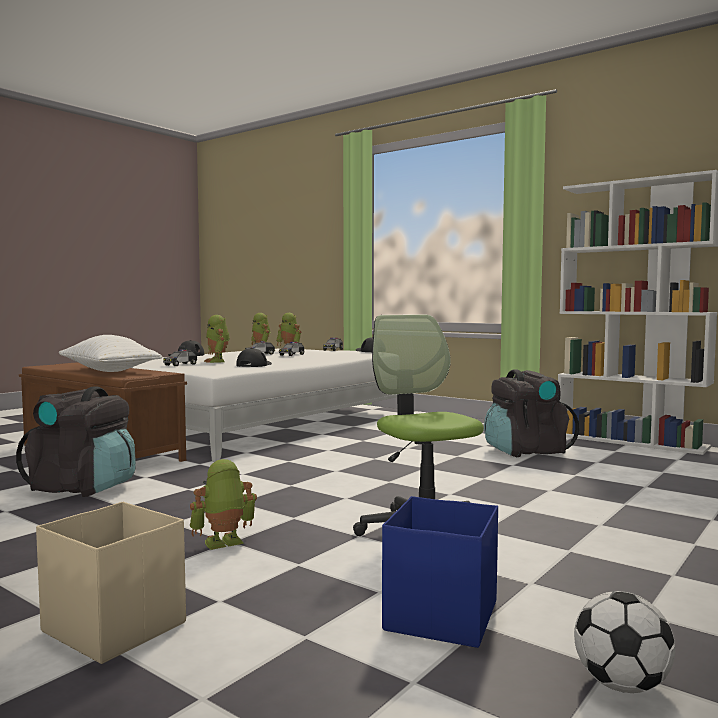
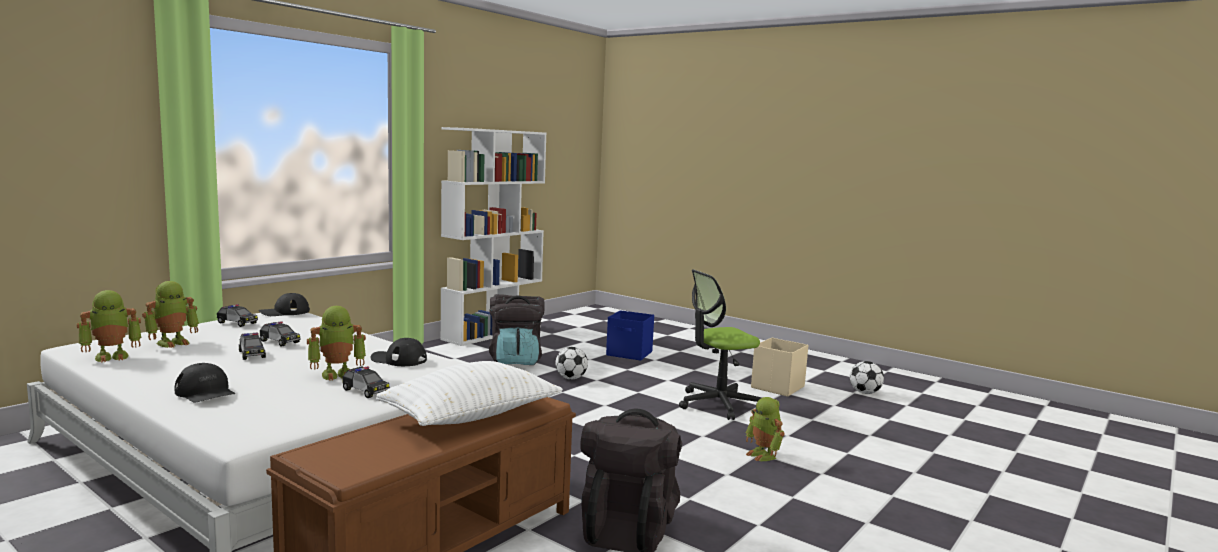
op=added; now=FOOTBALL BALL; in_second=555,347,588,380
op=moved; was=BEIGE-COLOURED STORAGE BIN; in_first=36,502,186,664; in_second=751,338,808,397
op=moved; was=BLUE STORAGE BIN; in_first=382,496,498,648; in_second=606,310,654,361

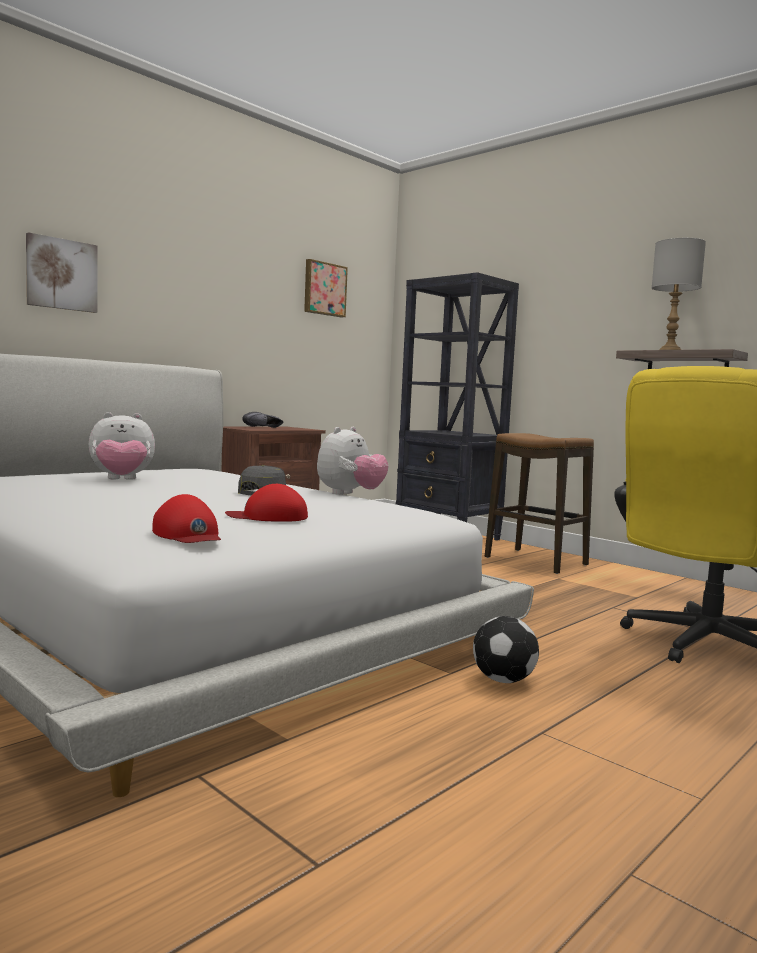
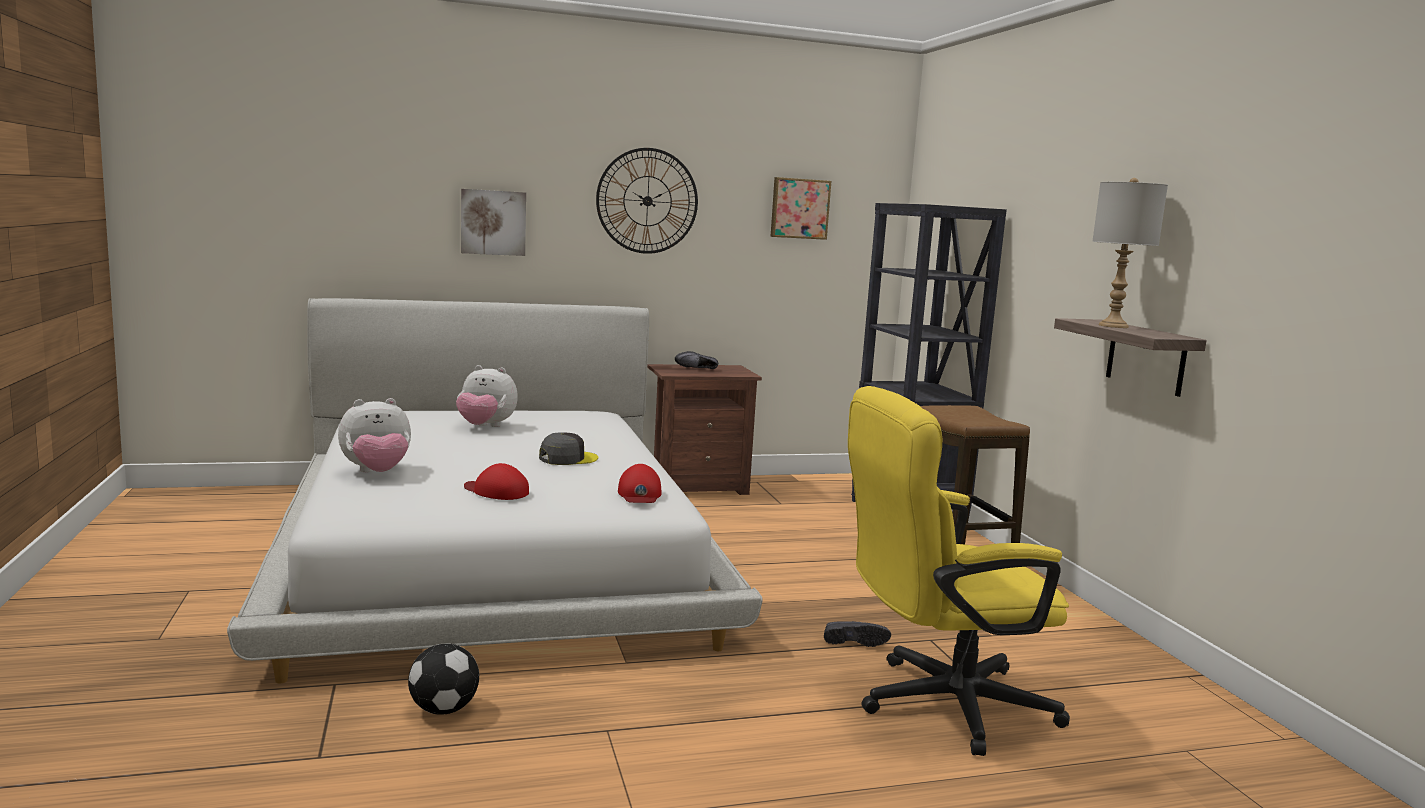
op=added; now=WALL CLOCK; in_second=596,148,698,254
op=added; now=BLACKISH ITEM OF FOOTWEAR; in_second=824,621,891,647
op=moved; was=RED PEAKED CAP; in_first=152,494,221,543; in_second=618,464,662,503
op=moved; was=SOFT TOY; in_first=317,427,389,495; in_second=338,398,411,472
op=moved; was=FOOTBALL BALL; in_first=473,616,539,683; in_second=408,643,479,715

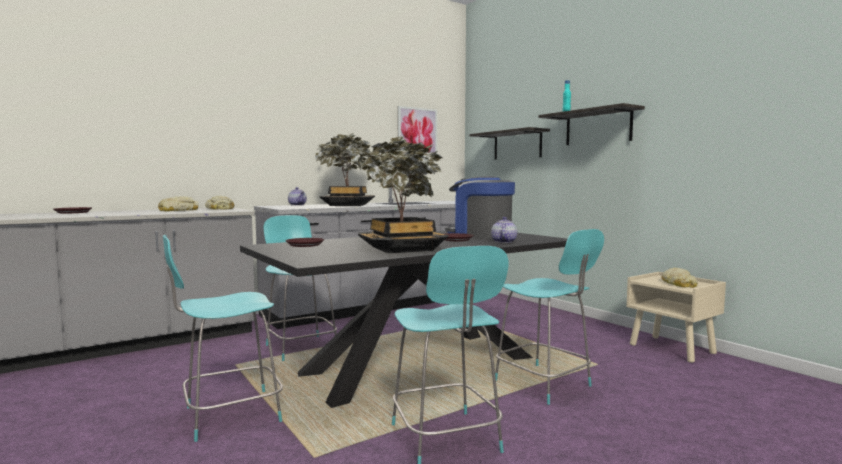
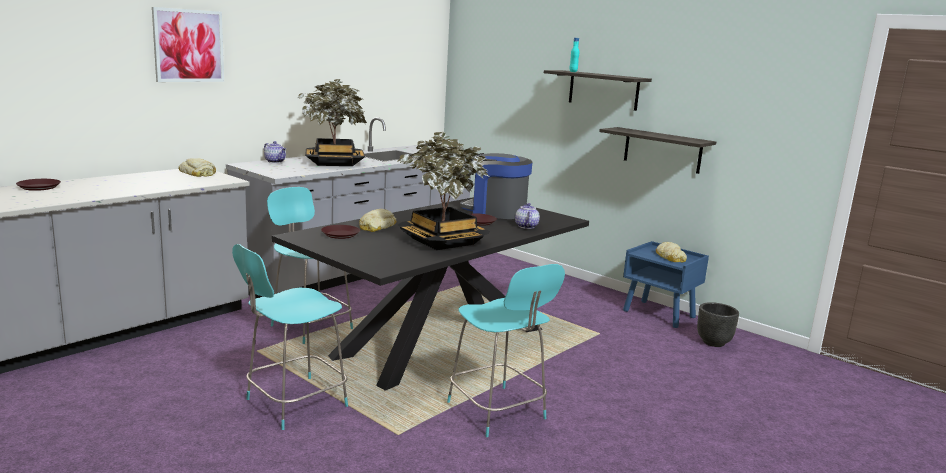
op=removed; was=TURQUOISE UPRIGHT CHAIR; in_first=495,229,604,405
op=added; now=BLACKISH PLANTER; in_second=697,302,739,347
op=moved; was=BREAD; in_first=158,196,198,211; in_second=359,209,396,232
op=moved; was=WALL ART; in_first=398,106,437,154; in_second=152,7,224,82
op=moved; was=SHELF; in_first=470,127,550,160; in_second=599,127,716,174
op=recoloured; was=BEIGE-COLOURED BEDSIDE TABLE; now=BLUE BEDSIDE TABLE; in_first=626,272,726,363; in_second=623,241,709,328

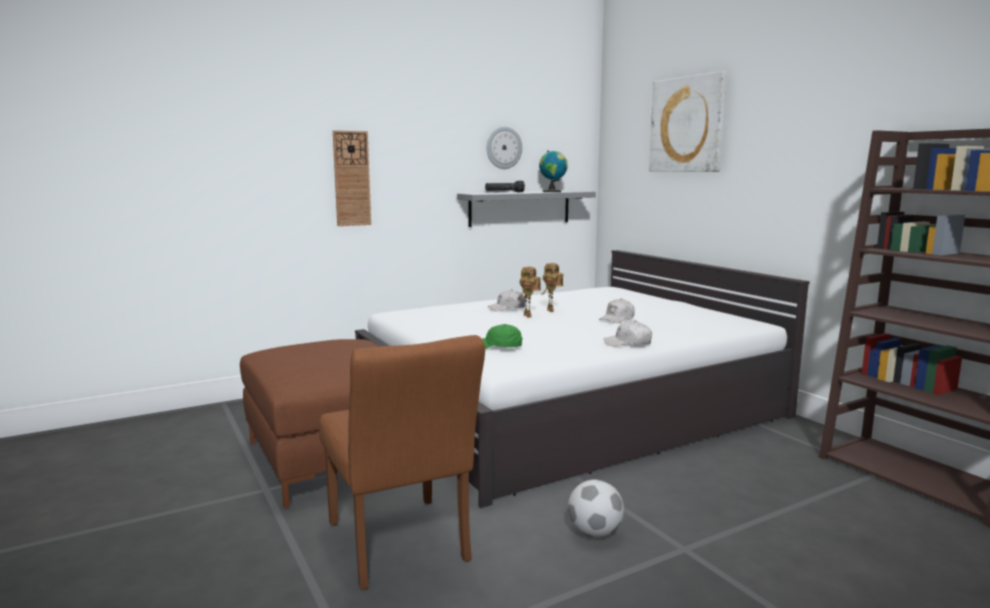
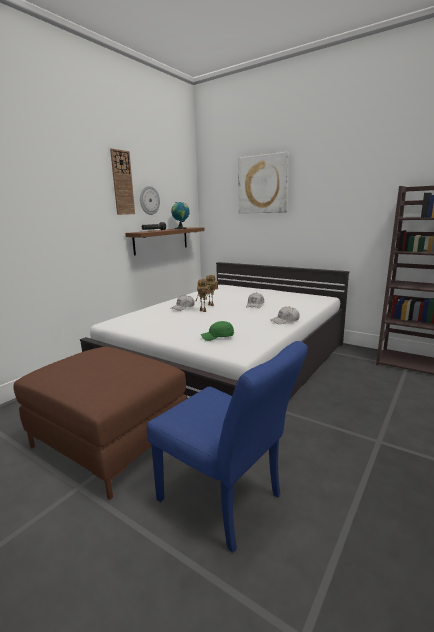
op=removed; was=FOOTBALL BALL; in_first=568,480,624,538
op=moved; was=WALL CLOCK; in_first=333,130,371,226; in_second=110,148,135,215
op=recoloured; was=BROWN UPRIGHT CHAIR; now=BLUE UPRIGHT CHAIR; in_first=319,335,485,590; in_second=147,341,308,553
op=recoloured; was=GRAY SHELF; now=BROWN SHELF; in_first=457,191,596,227; in_second=125,227,205,255

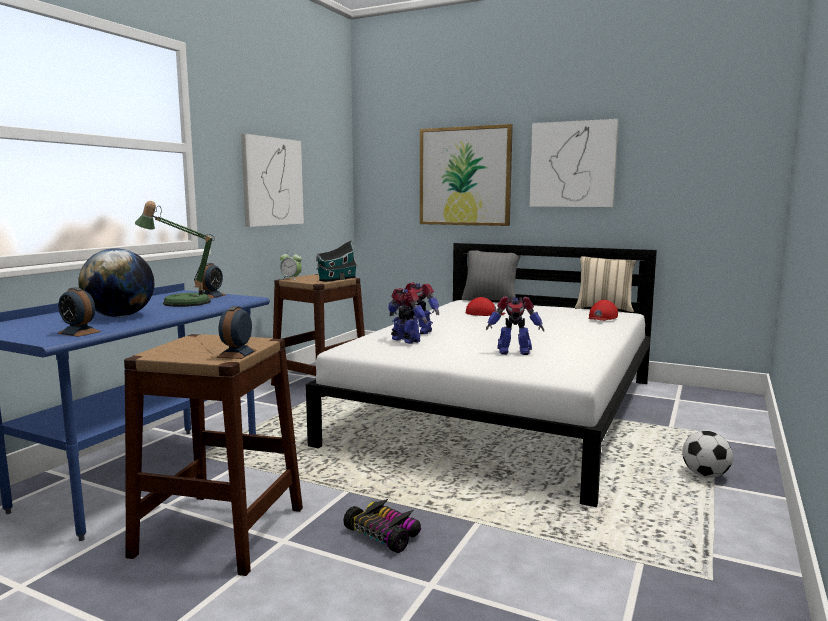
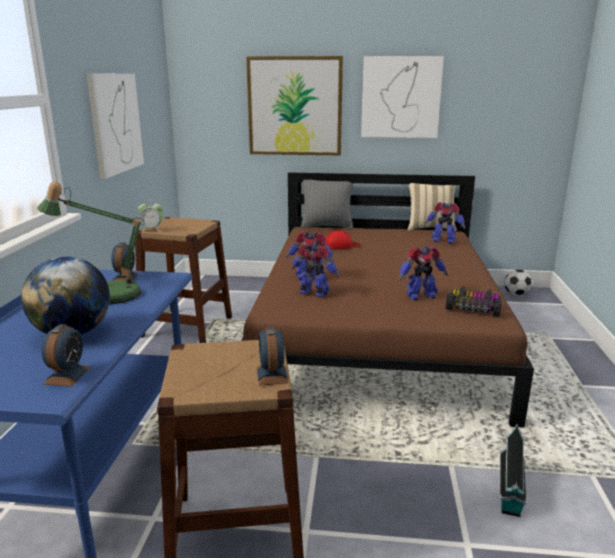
op=moved; was=MINIATURE HOUSE; in_first=316,241,358,282; in_second=500,424,527,517
op=moved; was=MINIATURE CAR; in_first=343,499,421,553; in_second=446,286,502,317
op=moved; was=FOOTBALL BALL; in_first=682,431,733,478; in_second=504,270,533,296
op=replaced; was=RED PEAKED CAP; now=MODEL ROBOT; in_first=588,300,618,321; in_second=425,202,465,244
op=recoloured; was=WHITISH SLEEPING BED; now=BROWN SLEEPING BED; in_first=306,243,657,507; in_second=241,172,534,428
op=turned; was=TABLE CLOCK; in_first=57,287,101,337; in_second=41,324,91,387; clockwise=-90

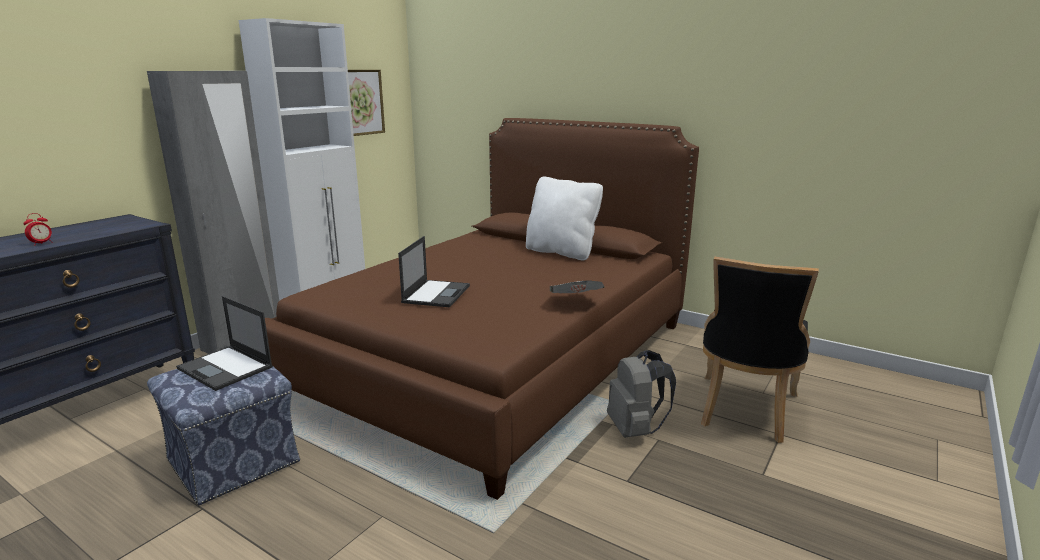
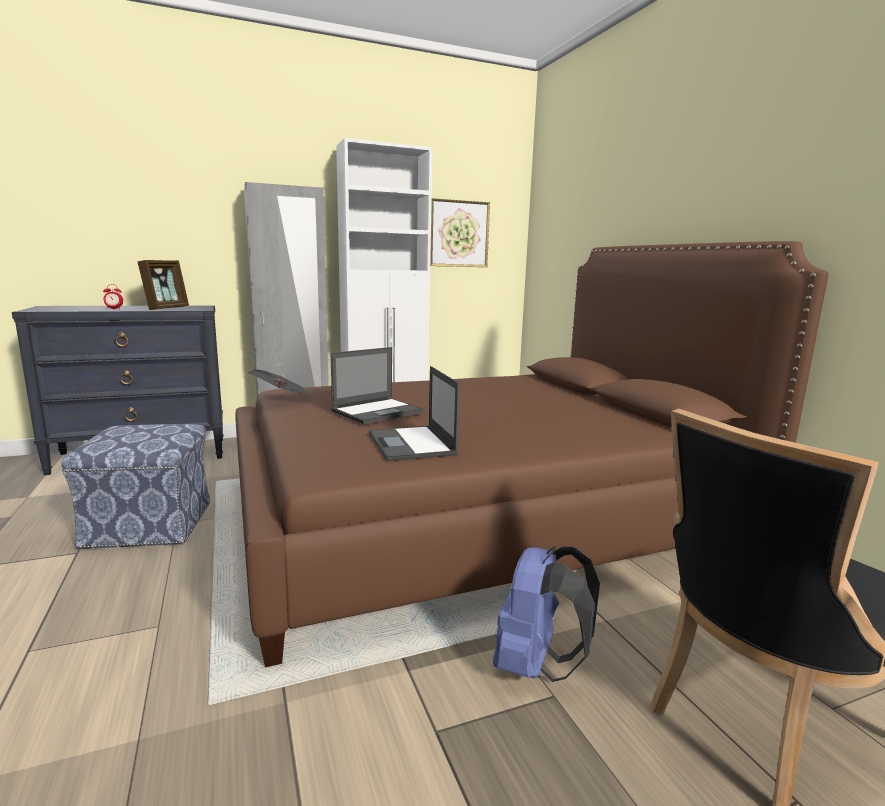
op=removed; was=WHITISH CUSHION; in_first=526,177,603,260
op=added; now=STANDING FRAME; in_second=138,260,189,310
op=moved; was=LAPTOP; in_first=176,296,273,391; in_second=369,366,460,462
op=moved; was=DAILY PAPER; in_first=549,280,604,293; in_second=247,370,313,395
op=recoloured; was=GRAY RUCKSACK; now=BLUE RUCKSACK; in_first=607,350,676,438; in_second=493,546,600,682

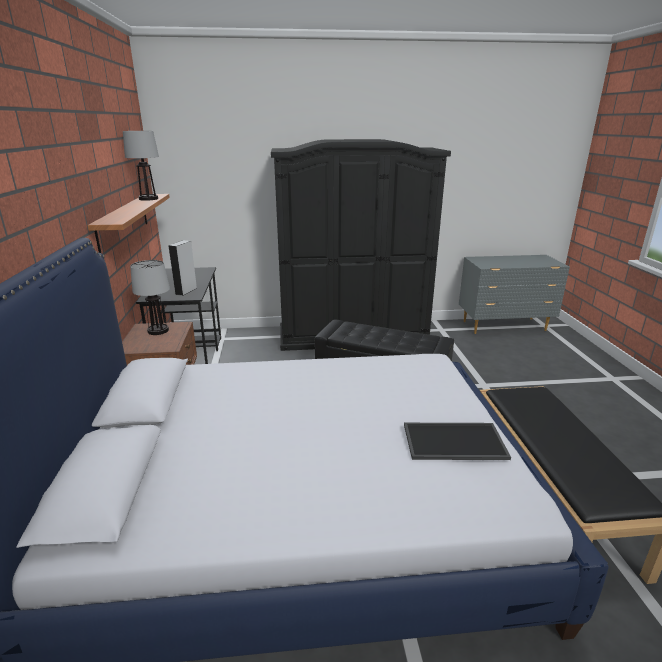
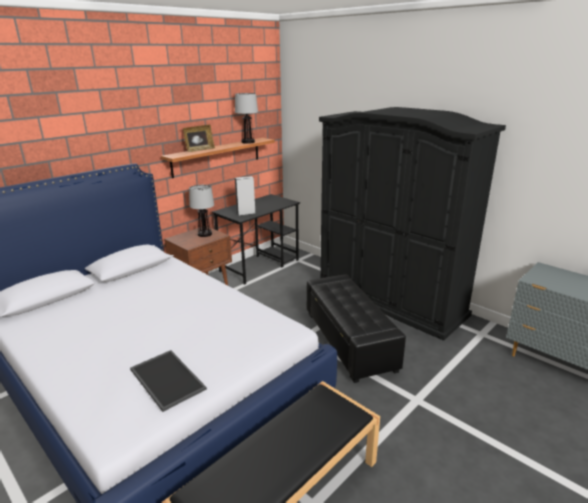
op=added; now=STANDING FRAME; in_second=183,125,215,152

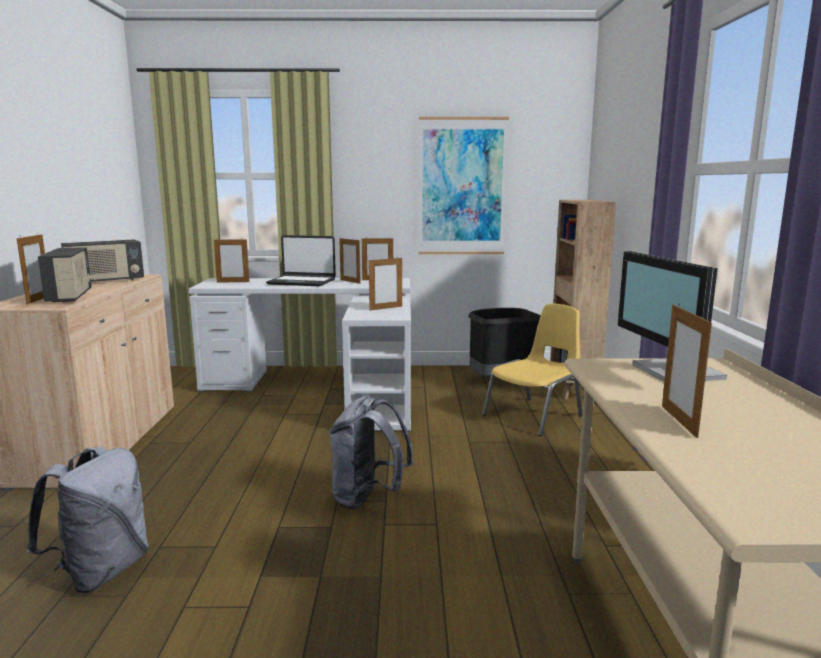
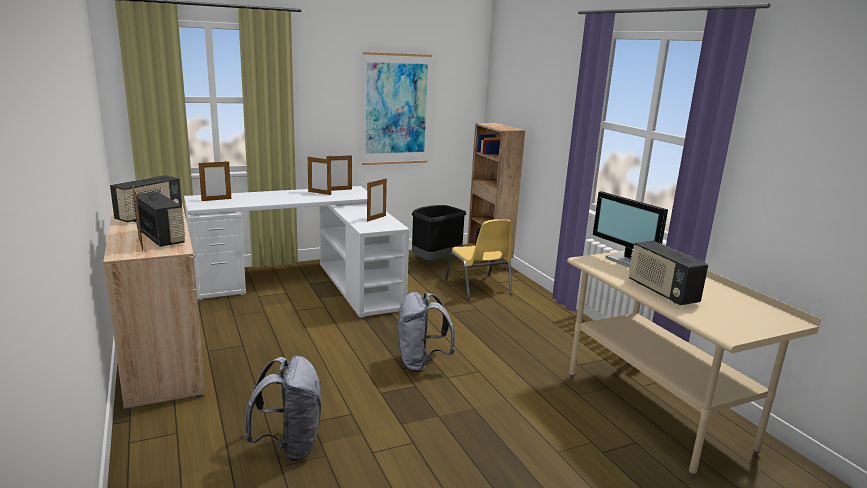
op=removed; was=LAPTOP; in_first=266,235,336,286
op=replaced; was=STANDING FRAME; now=RADIO SET; in_first=662,303,712,438; in_second=629,241,708,305
op=turned; was=YELLOWISH UPRIGHT CHAIR; in_first=482,303,582,436; in_second=445,219,512,299; clockwise=135

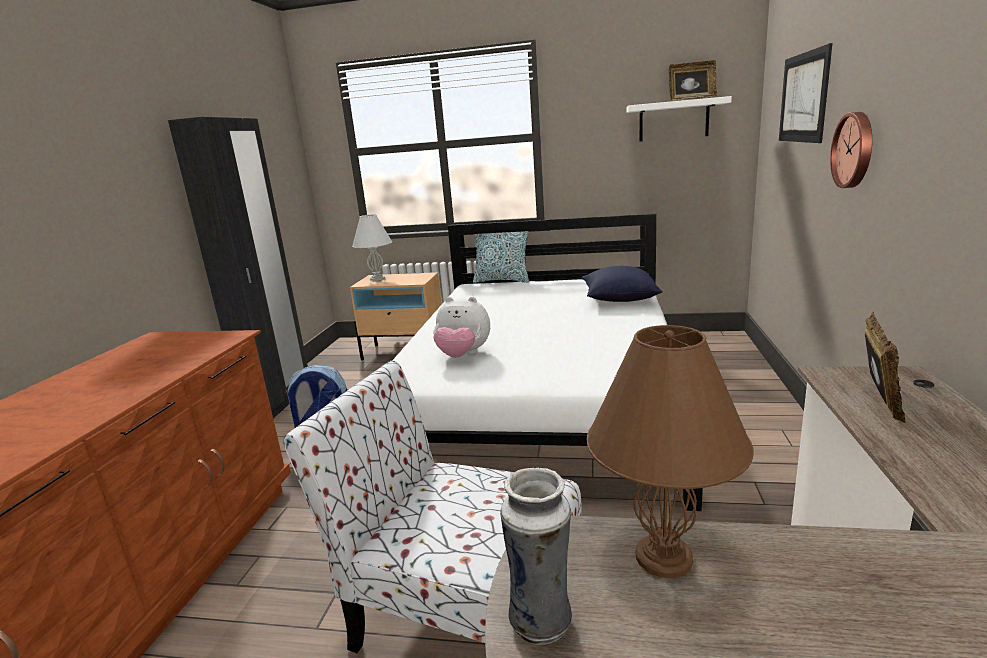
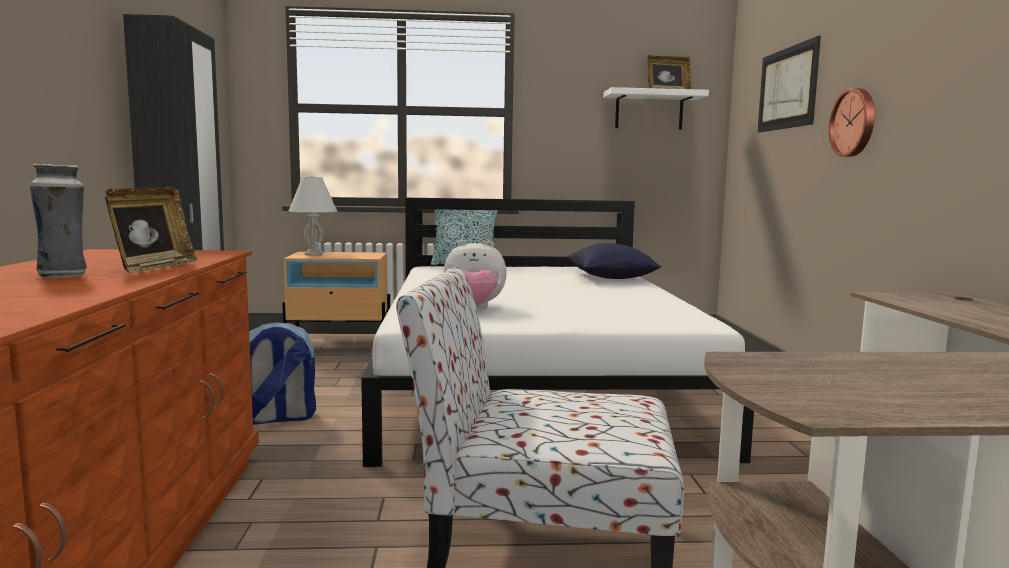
op=removed; was=BROWN TABLETOP LAMP; in_first=587,325,754,578
op=moved; was=DECORATIVE VASE; in_first=500,468,572,645; in_second=30,164,87,278
op=moved; was=STANDING FRAME; in_first=865,312,906,423; in_second=105,187,198,273

